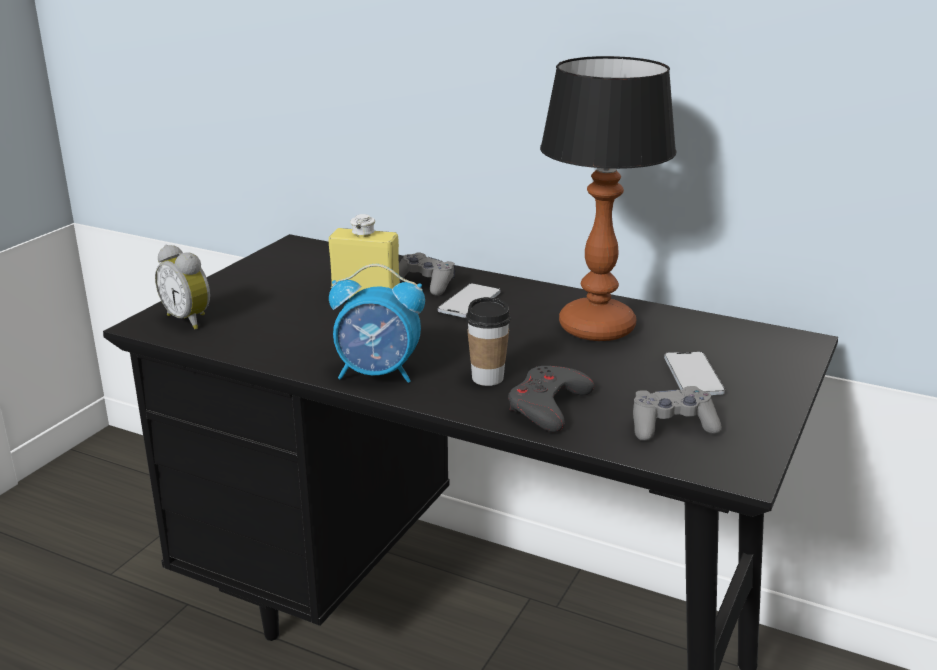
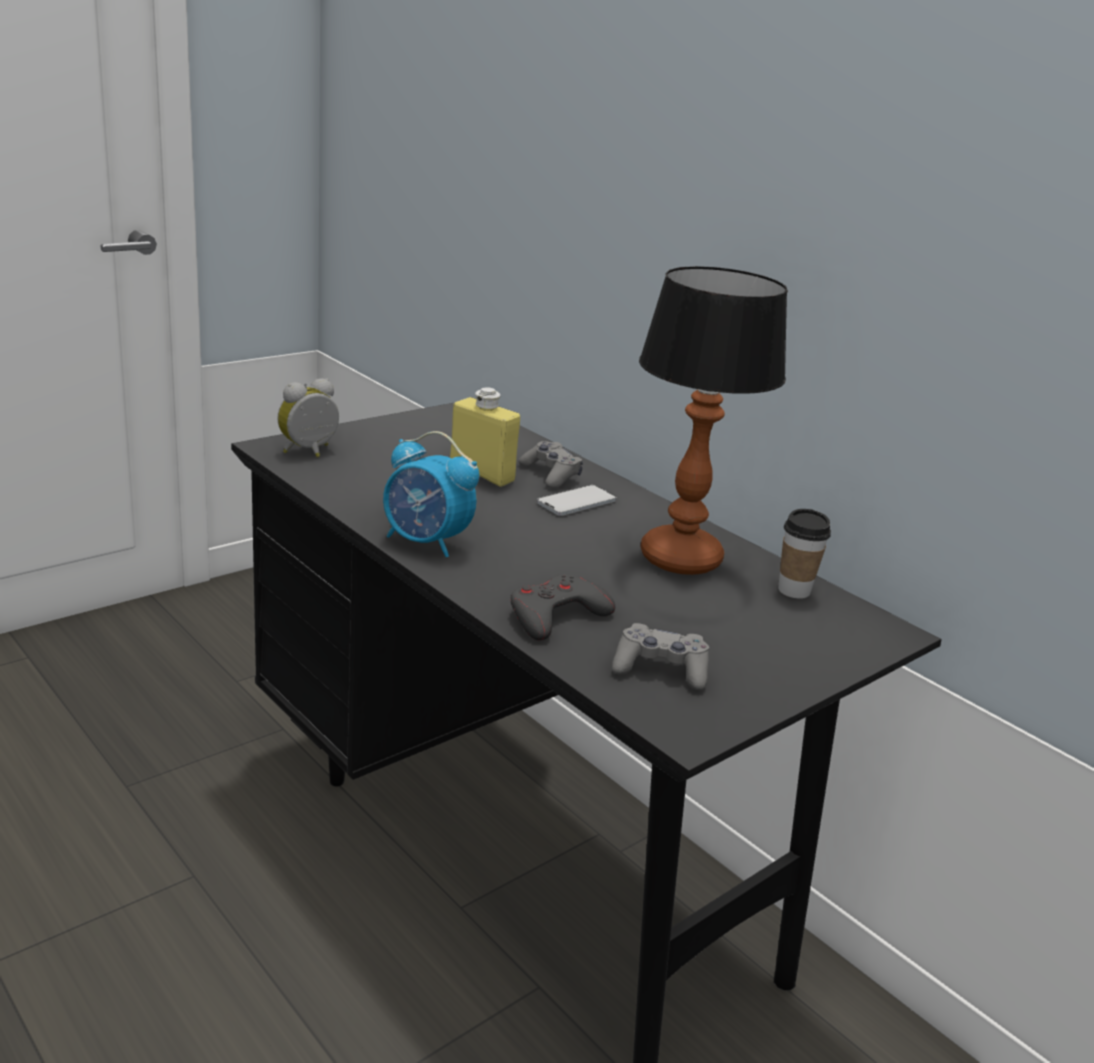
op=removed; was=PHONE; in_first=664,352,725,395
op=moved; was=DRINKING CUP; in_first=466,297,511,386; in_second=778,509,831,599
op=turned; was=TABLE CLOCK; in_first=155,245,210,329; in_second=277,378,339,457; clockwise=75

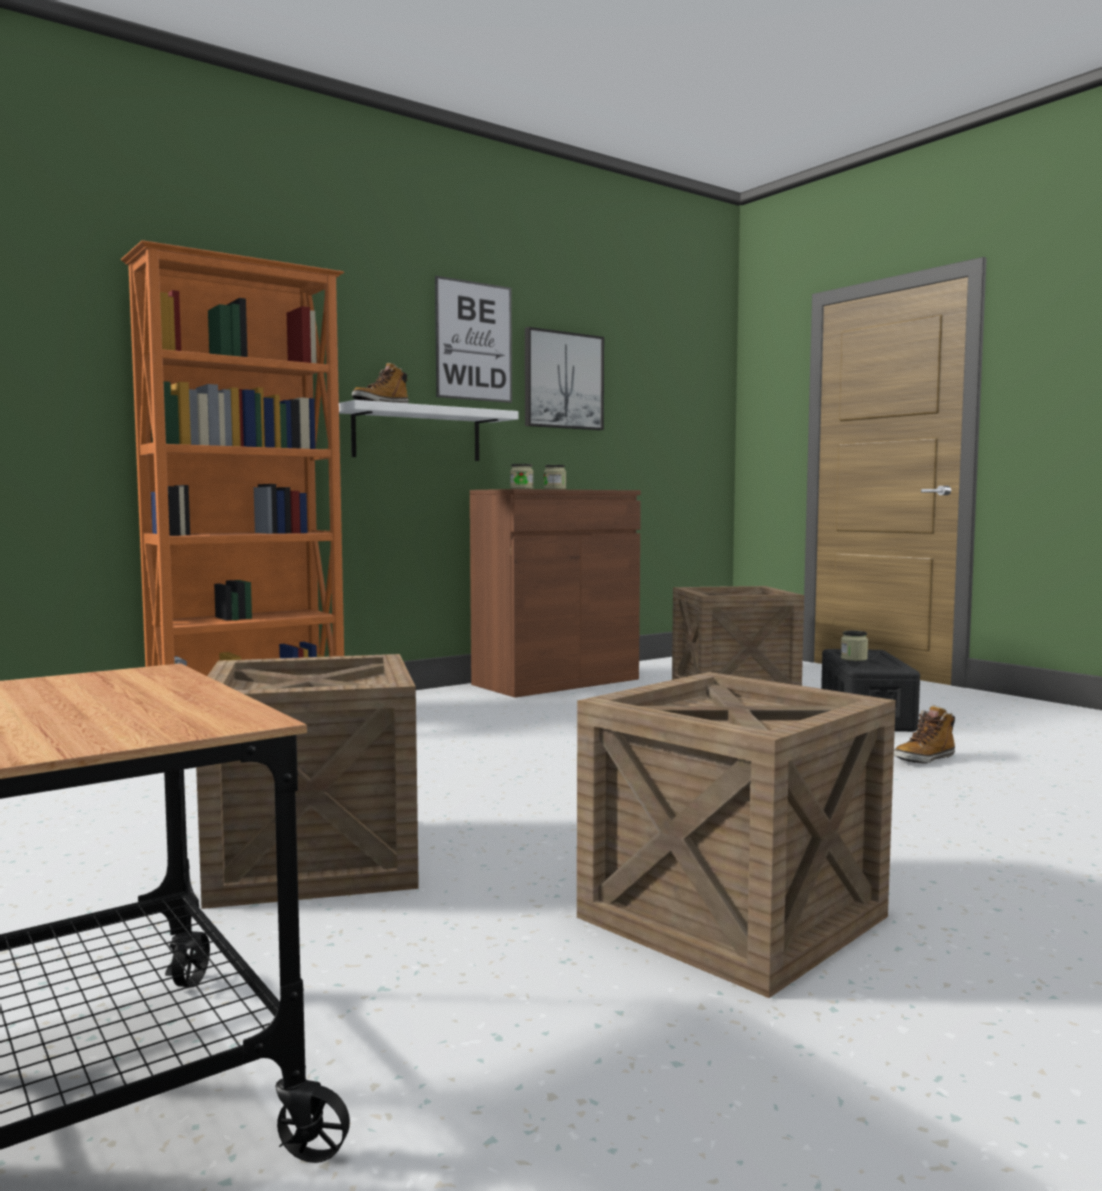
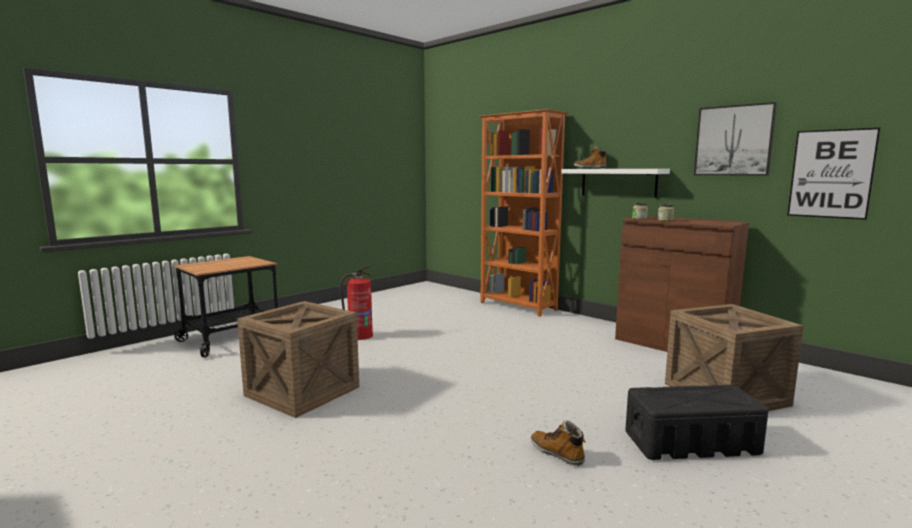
op=removed; was=JAR; in_first=841,630,868,661
op=moved; was=WALL ART; in_first=435,276,512,403; in_second=787,128,880,220
op=replaced; was=CRATE; now=FIRE-FIGHTING CYLINDER; in_first=196,654,419,909; in_second=340,265,374,340

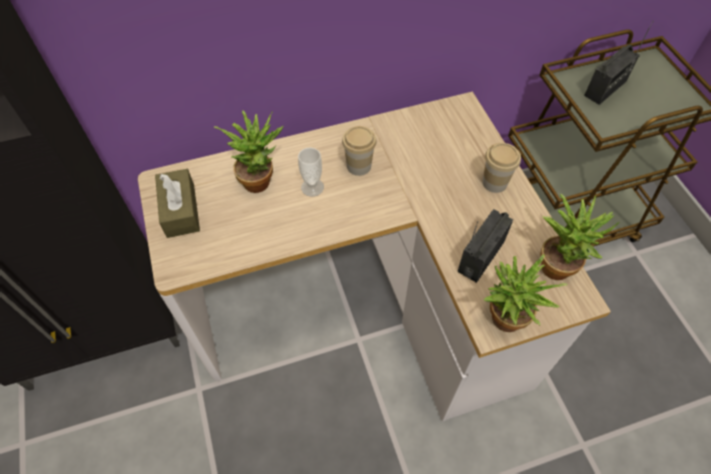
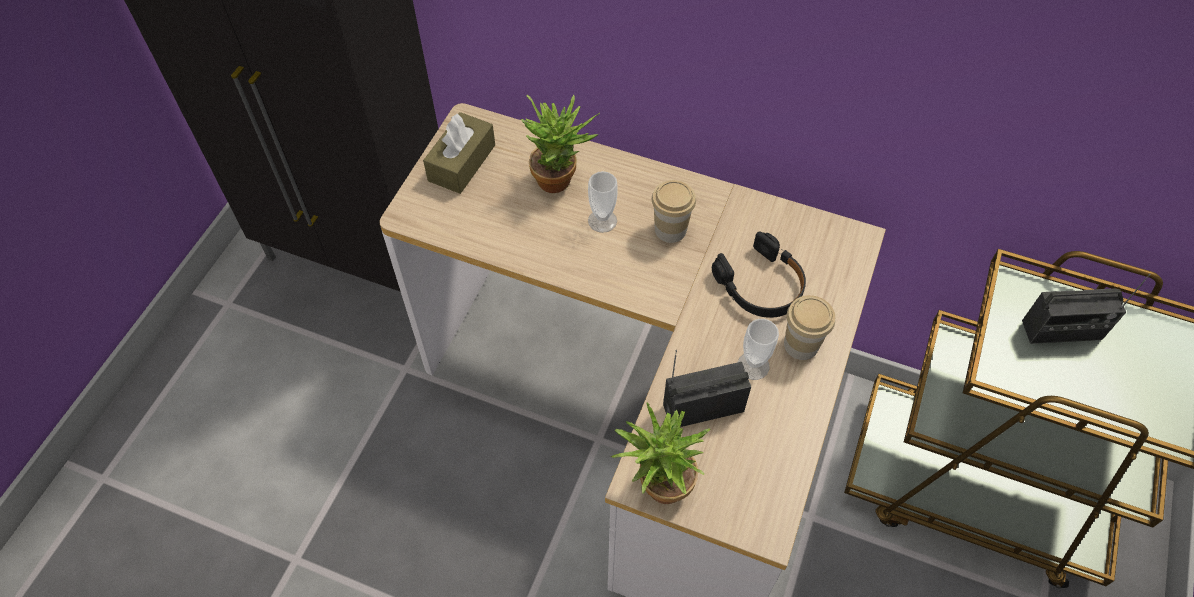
op=removed; was=POTTED PLANT; in_first=540,194,619,280
op=added; now=BLACKISH HEADPHONES; in_second=712,231,806,318
op=added; now=DRINKING CUP; in_second=738,319,779,380

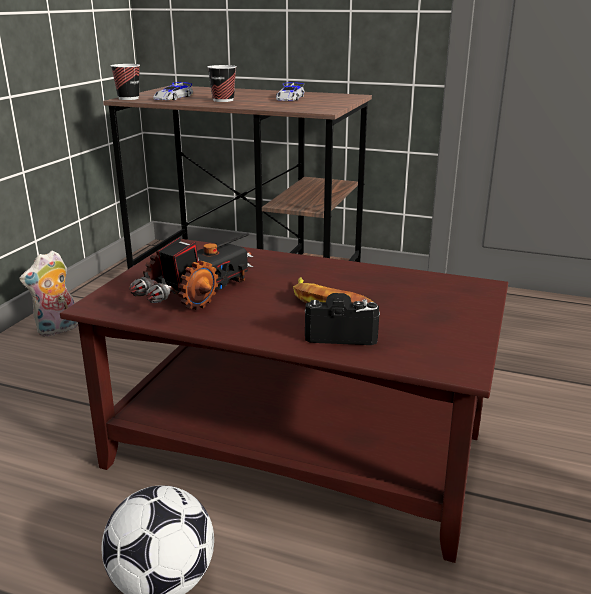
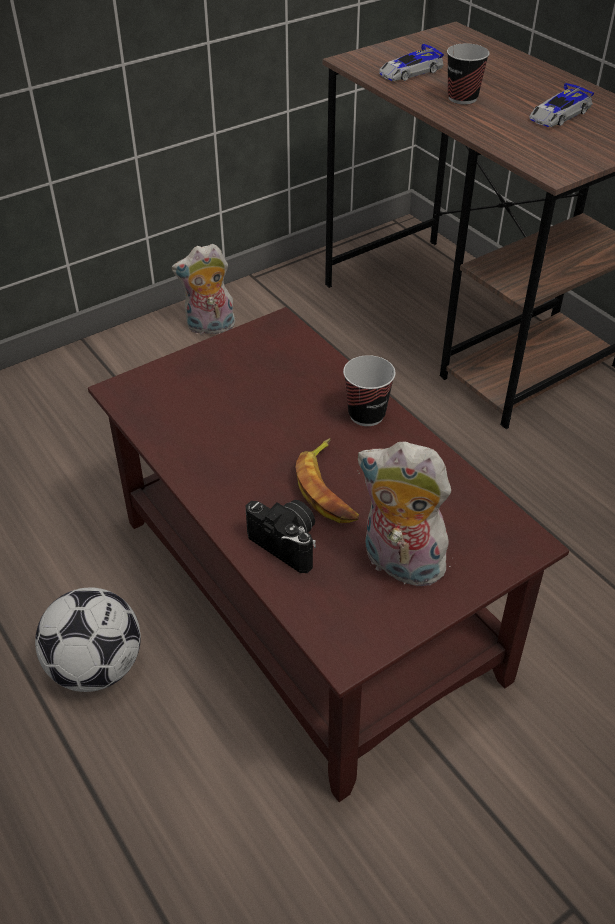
op=removed; was=MODEL TRUCK; in_first=129,234,254,310
op=added; now=SOFT TOY; in_second=358,441,453,589
op=moved; was=DRINKING CUP; in_first=111,64,140,100; in_second=343,355,396,426

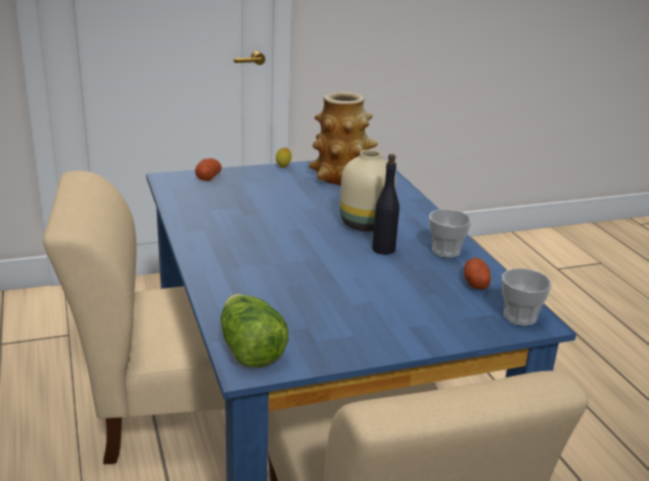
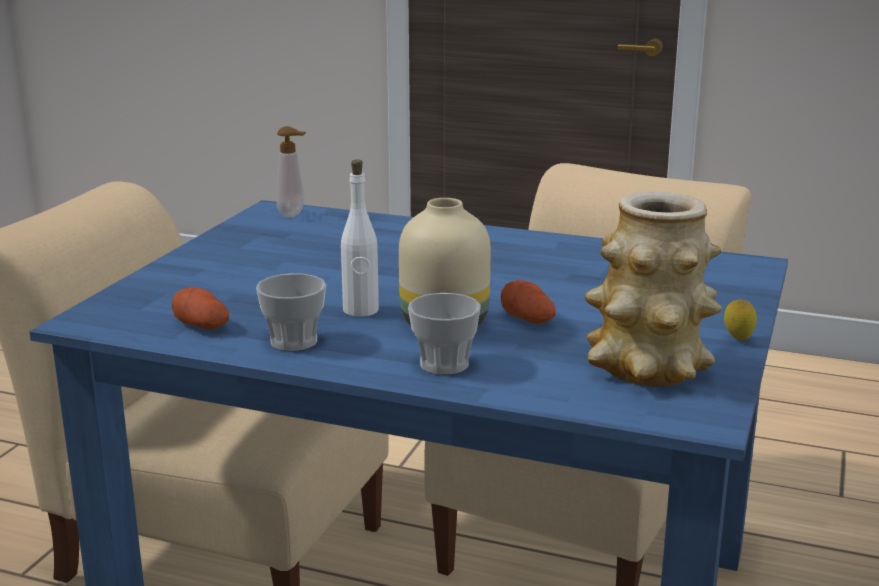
op=moved; was=POTATO; in_first=195,158,222,181; in_second=500,280,556,324
op=moved; was=DRINKING CUP; in_first=502,268,552,326; in_second=408,293,481,375
op=replaced; was=LETTUCE; now=SOAP BOTTLE; in_first=221,294,289,367; in_second=276,126,306,218
op=recoloured; was=BLACKISH BOTTLE; now=WHITISH BOTTLE; in_first=372,154,399,255; in_second=341,160,379,317

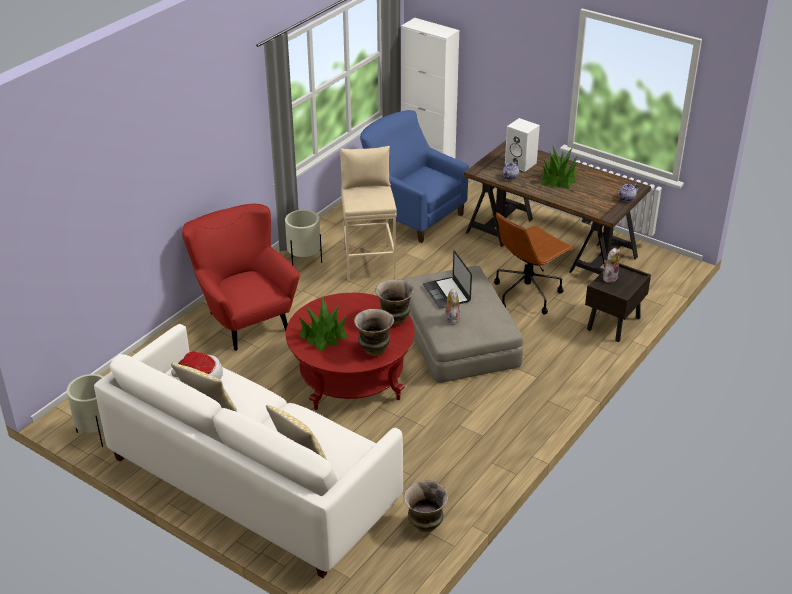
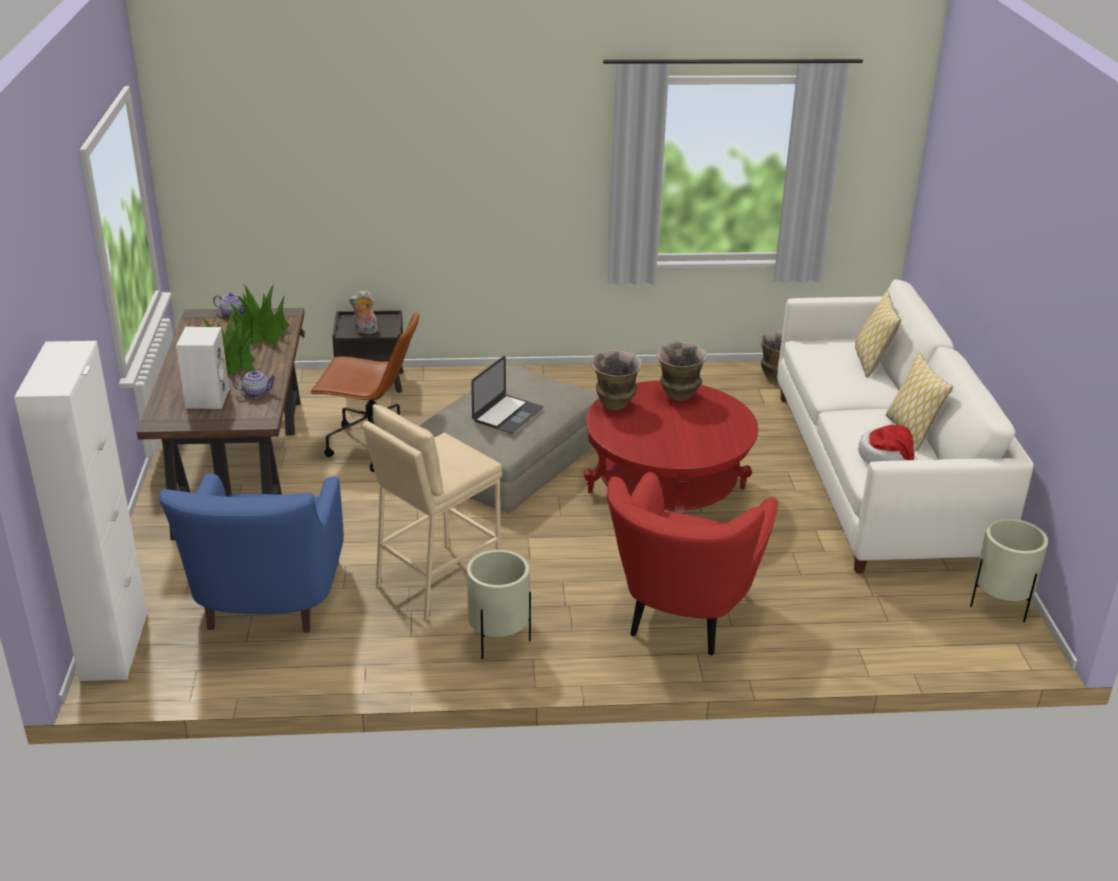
op=removed; was=SOFT TOY; in_first=444,289,460,325
op=moved; was=POTTED PLANT; in_first=297,296,348,351; in_second=229,283,290,345

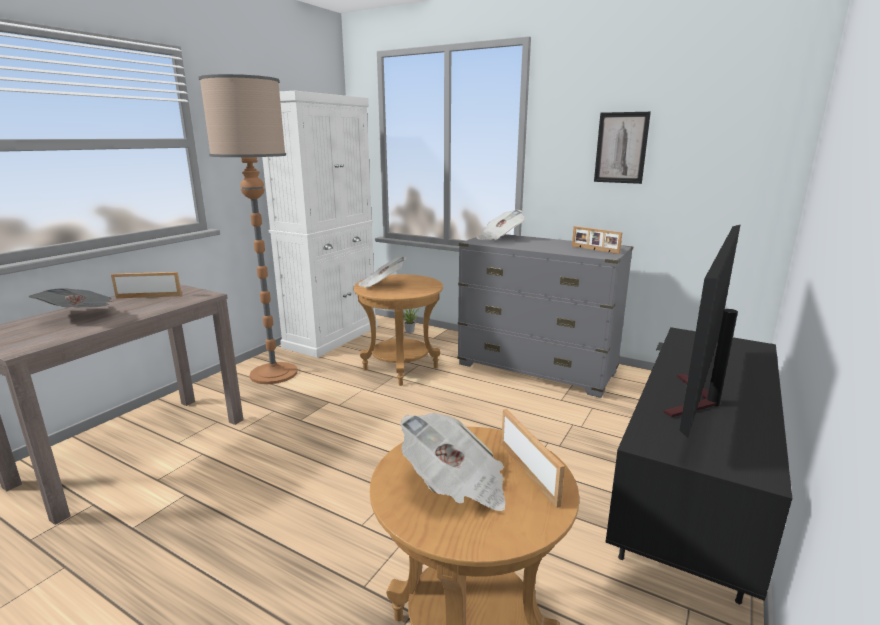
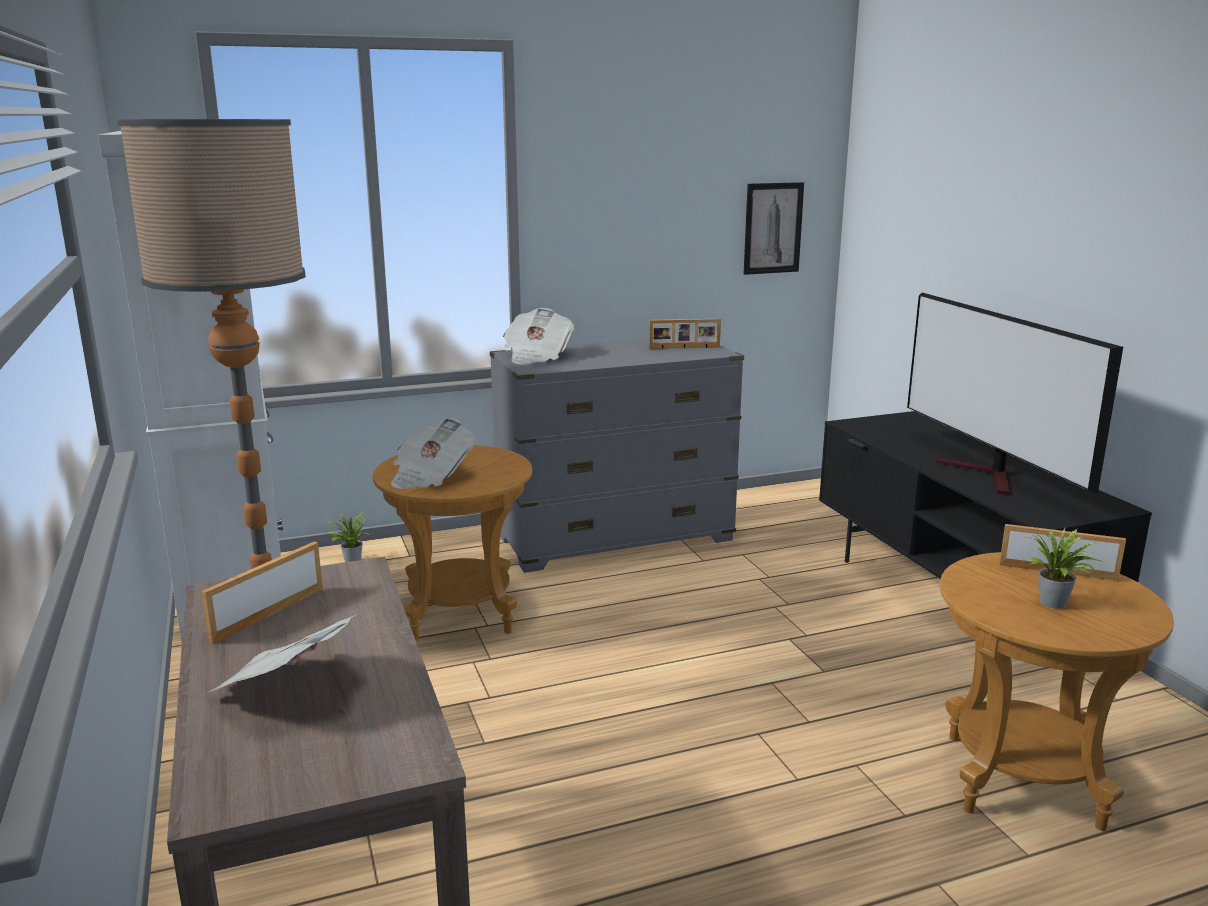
op=moved; was=WALL ART; in_first=594,112,651,184; in_second=744,182,804,275
op=replaced; was=DAILY PAPER; now=POTTED PLANT; in_first=401,413,505,511; in_second=1027,528,1100,609

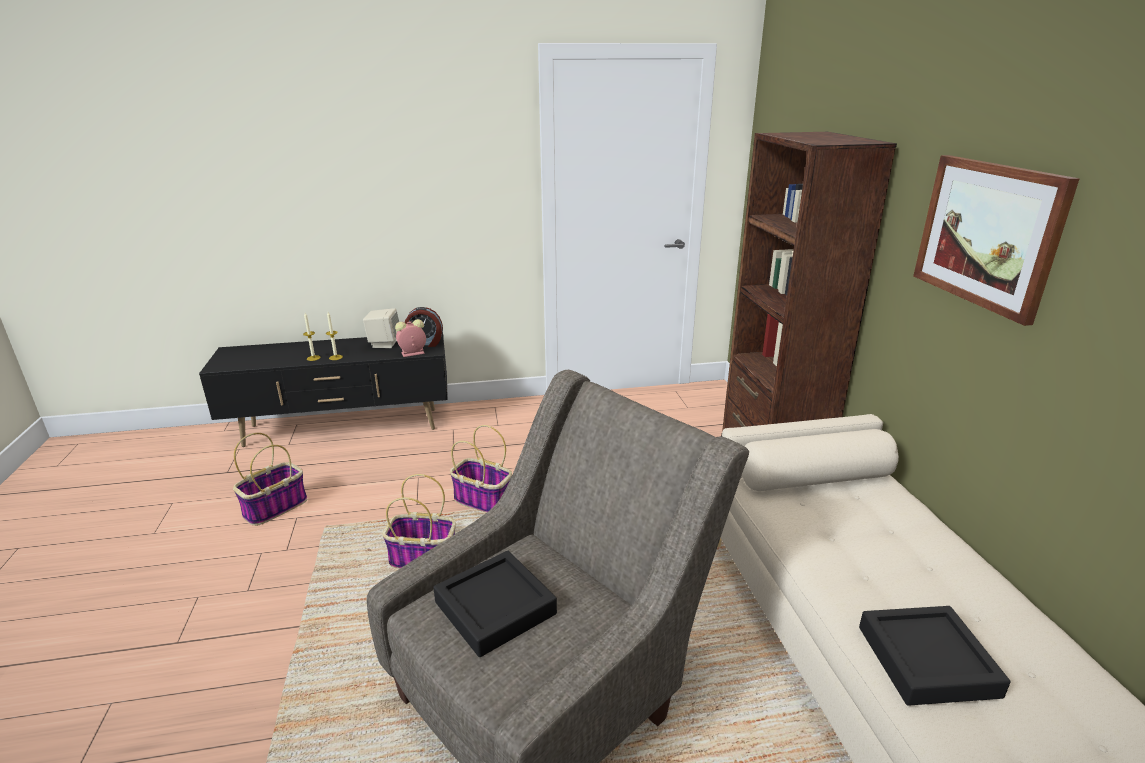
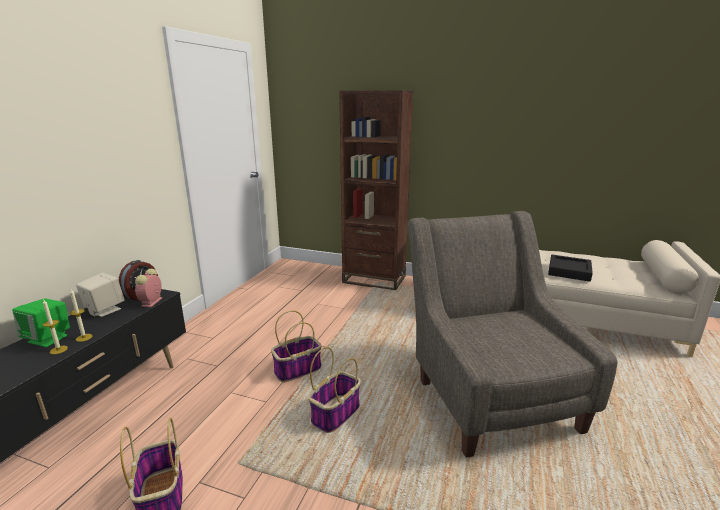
op=removed; was=BLACKISH SERVING TRAY; in_first=433,551,557,657
op=removed; was=WALL ART; in_first=913,155,1080,326
op=added; now=GREEN-COLOURED LOUDSPEAKER; in_second=12,298,70,347

